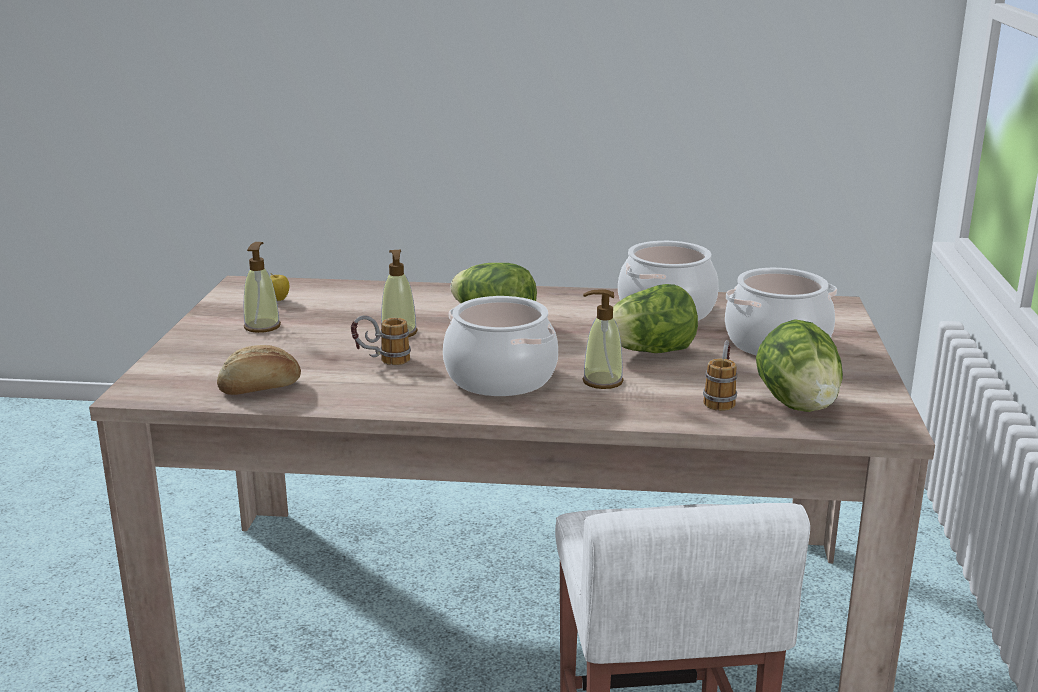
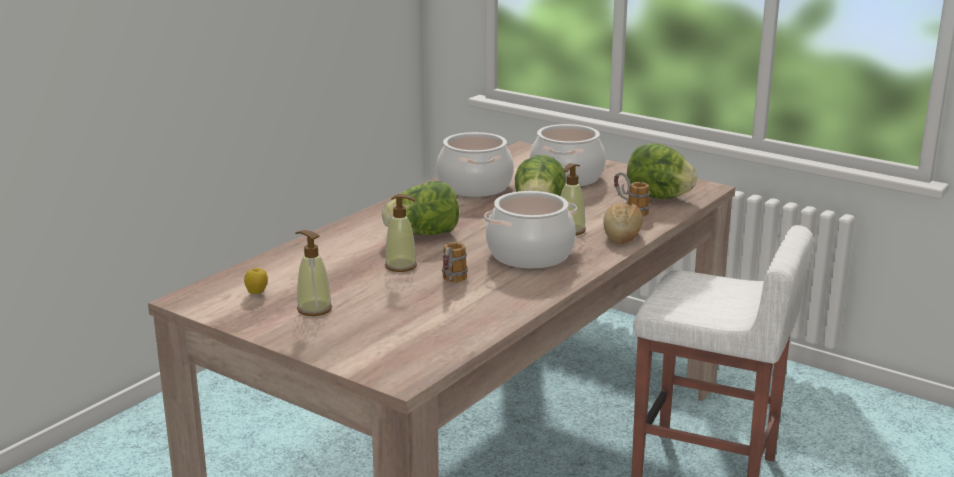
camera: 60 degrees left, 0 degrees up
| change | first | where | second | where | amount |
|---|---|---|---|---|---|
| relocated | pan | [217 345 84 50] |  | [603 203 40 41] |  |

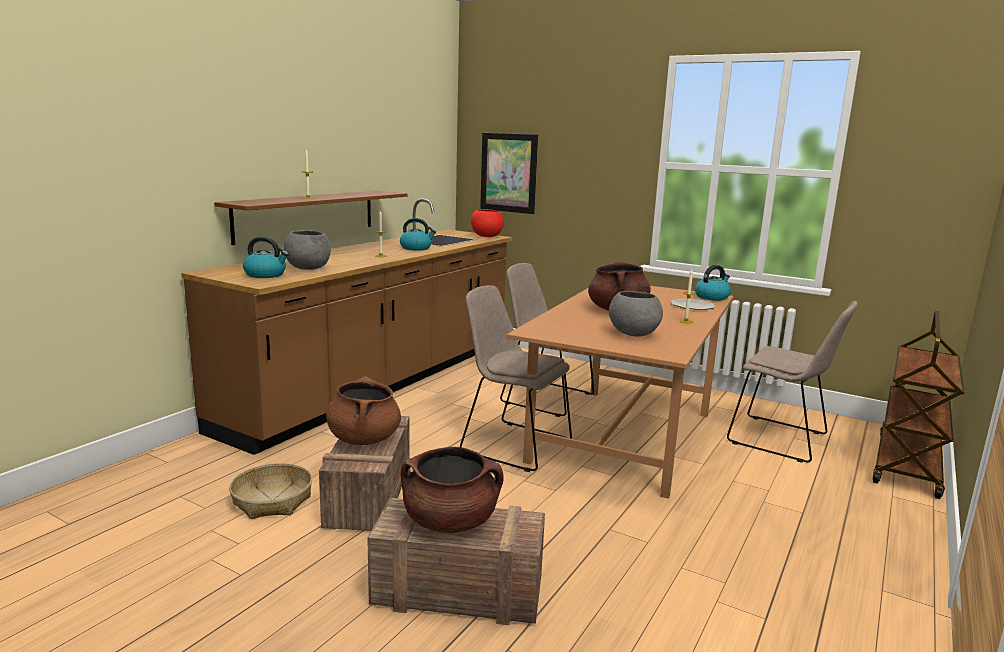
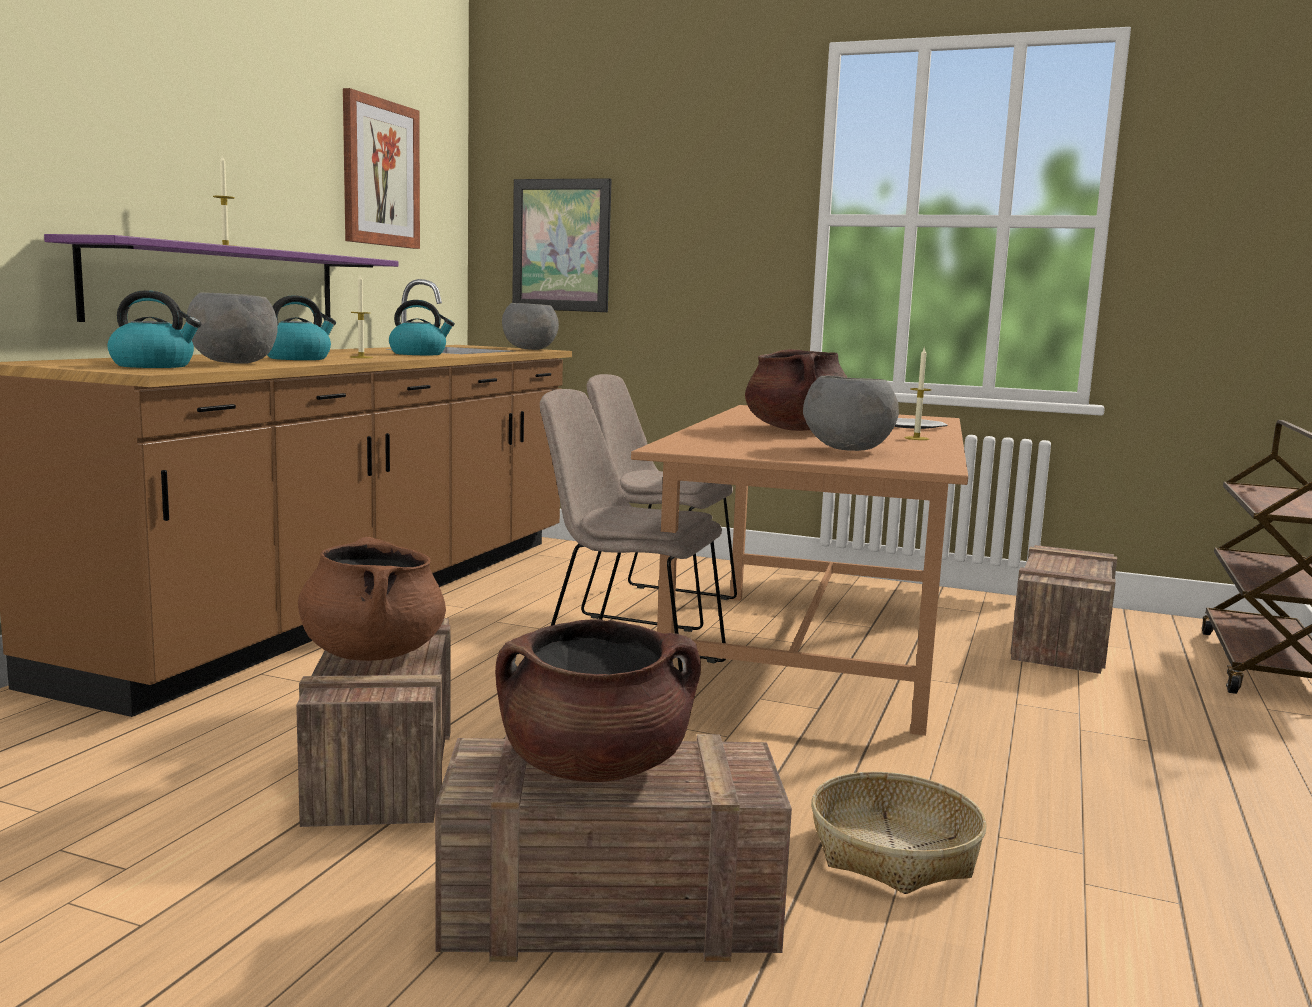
camera: 10 degrees left, 5 degrees down
| change | first | where | second | where | amount |
|---|---|---|---|---|---|
| appeared |  |  | cuadro | [343 88 77 161] |  |
| relocated | cesta | [229 463 83 56] |  | [811 772 176 122] |  |
| relocated | hervidor | [695 265 36 36] |  | [267 295 69 65] |  |
| exchanged | silla [beis] | [727 301 131 162] | caja de embalaje | [1010 545 107 129] |  |
| colour | estante [marrón] | [214 191 194 54] | estante [morado] | [44 234 354 88] |  |
| colour | cuenco [rojo] | [471 209 33 28] | cuenco [gris] | [502 303 57 47] |  |

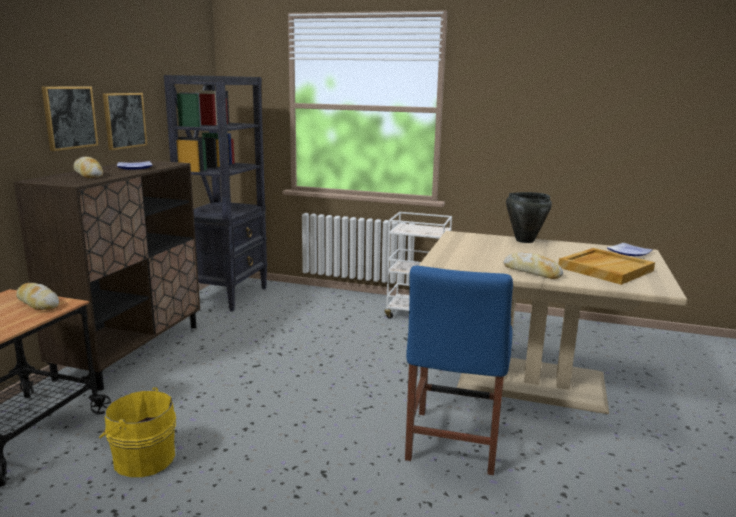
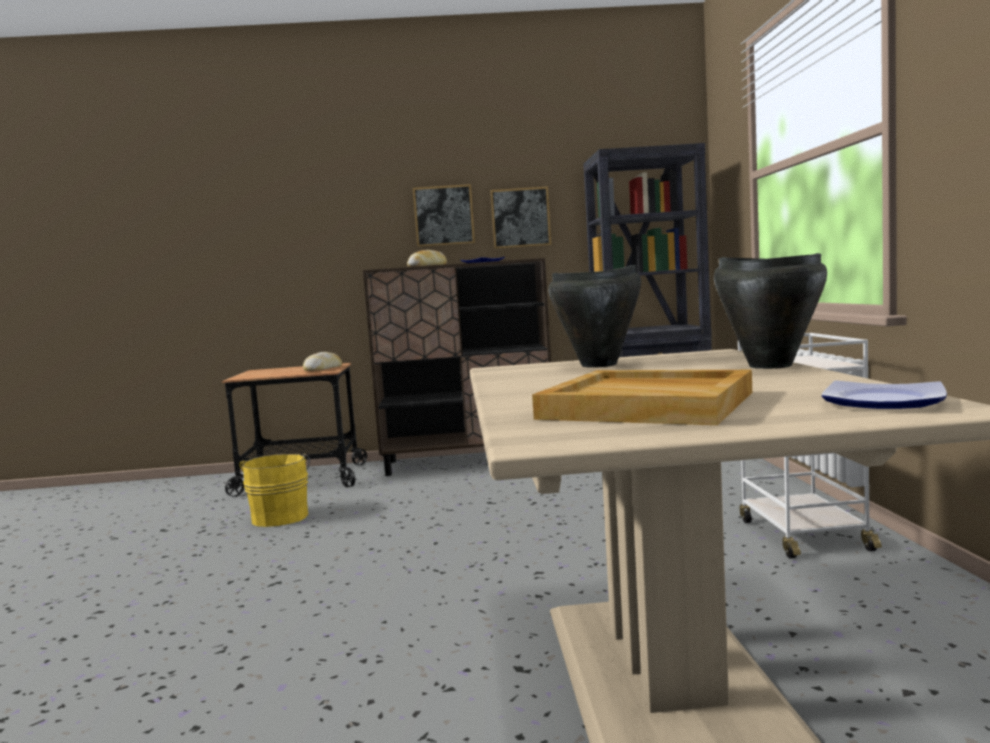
camera: 70 degrees right, 10 degrees down
| change | first | where | second | where | amount |
|---|---|---|---|---|---|
| missing | silla [azul] | [405 266 108 209] |  |  |  |
| missing | pan | [504 252 59 27] |  |  |  |
| appeared |  |  | olla [negro] | [548 265 93 102] |  |

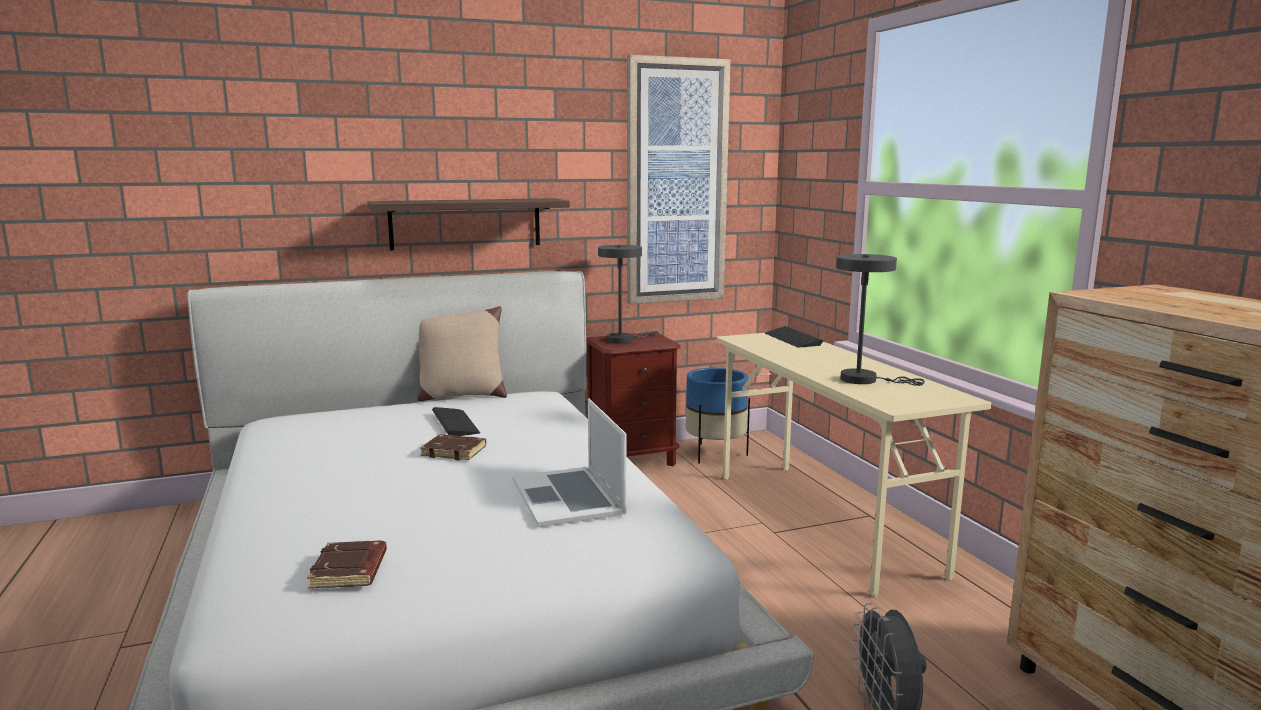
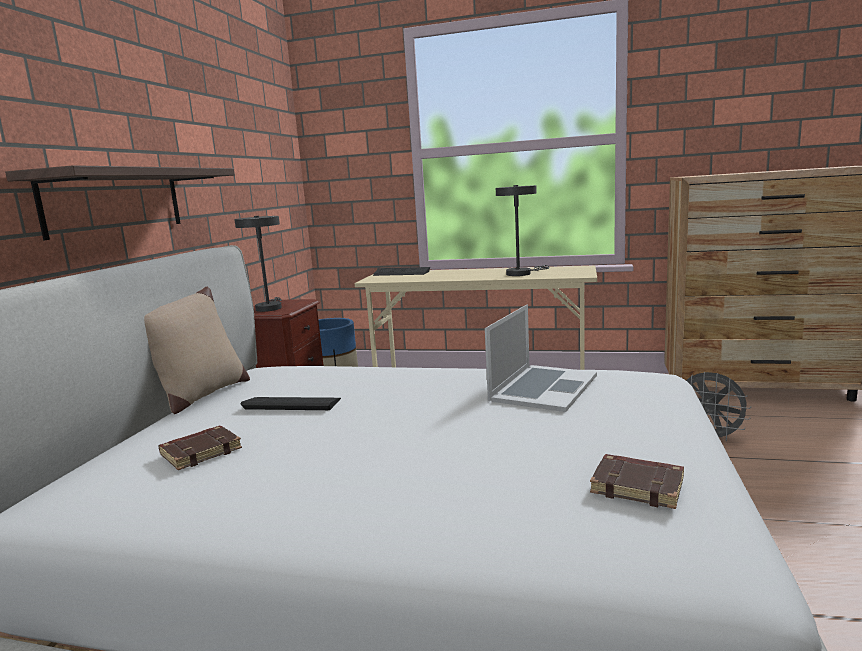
camera: 55 degrees left, 0 degrees up
| change | first | where | second | where | amount |
|---|---|---|---|---|---|
| missing | cuadro | [627 55 104 249] |  |  |  |
| relocated | libro [marrón] | [420 434 66 26] |  | [159 426 83 44] |  |
| spun | portátil | [512 398 115 129] |  | [485 304 112 108] | 75 degrees counterclockwise |

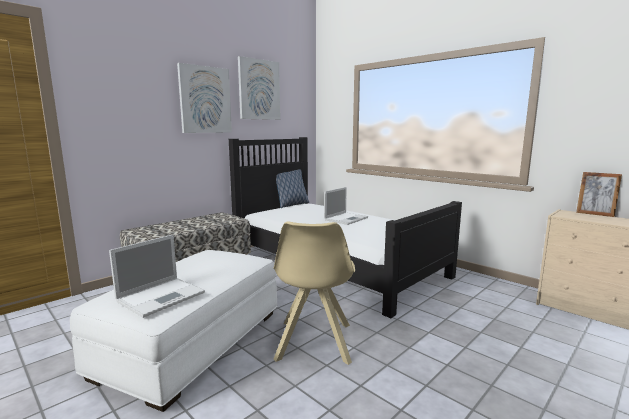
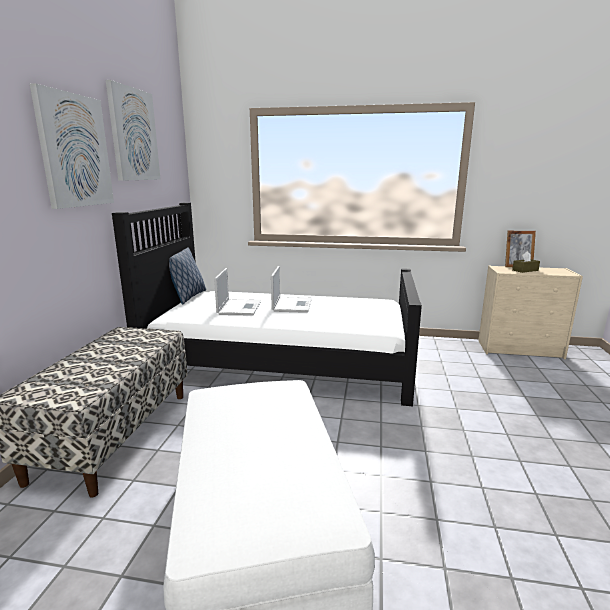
camera: 35 degrees left, 5 degrees up
| change | first | where | second | where | amount |
|---|---|---|---|---|---|
| missing | silla [beis] | [273 222 82 143] |  |  |  |
| appeared |  |  | caja de pañuelos [marrón] | [512 251 28 22] |  |
| relocated | portátil | [109 235 96 83] |  | [214 268 47 48] |  |

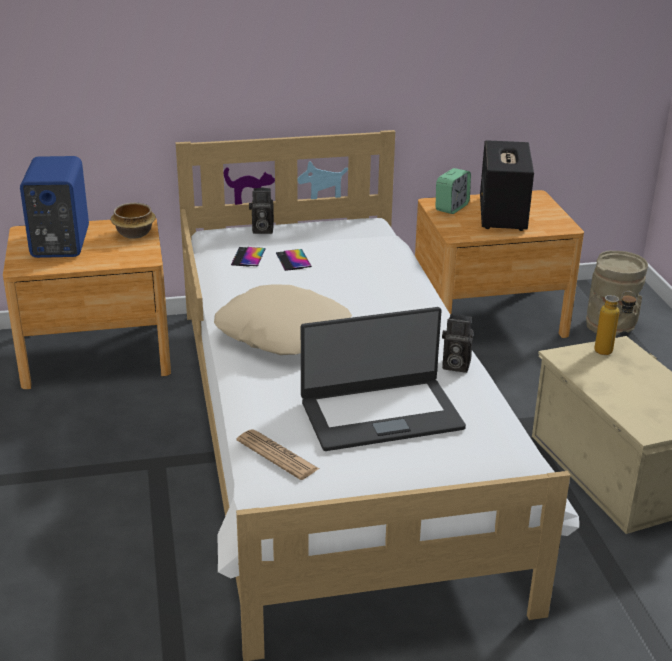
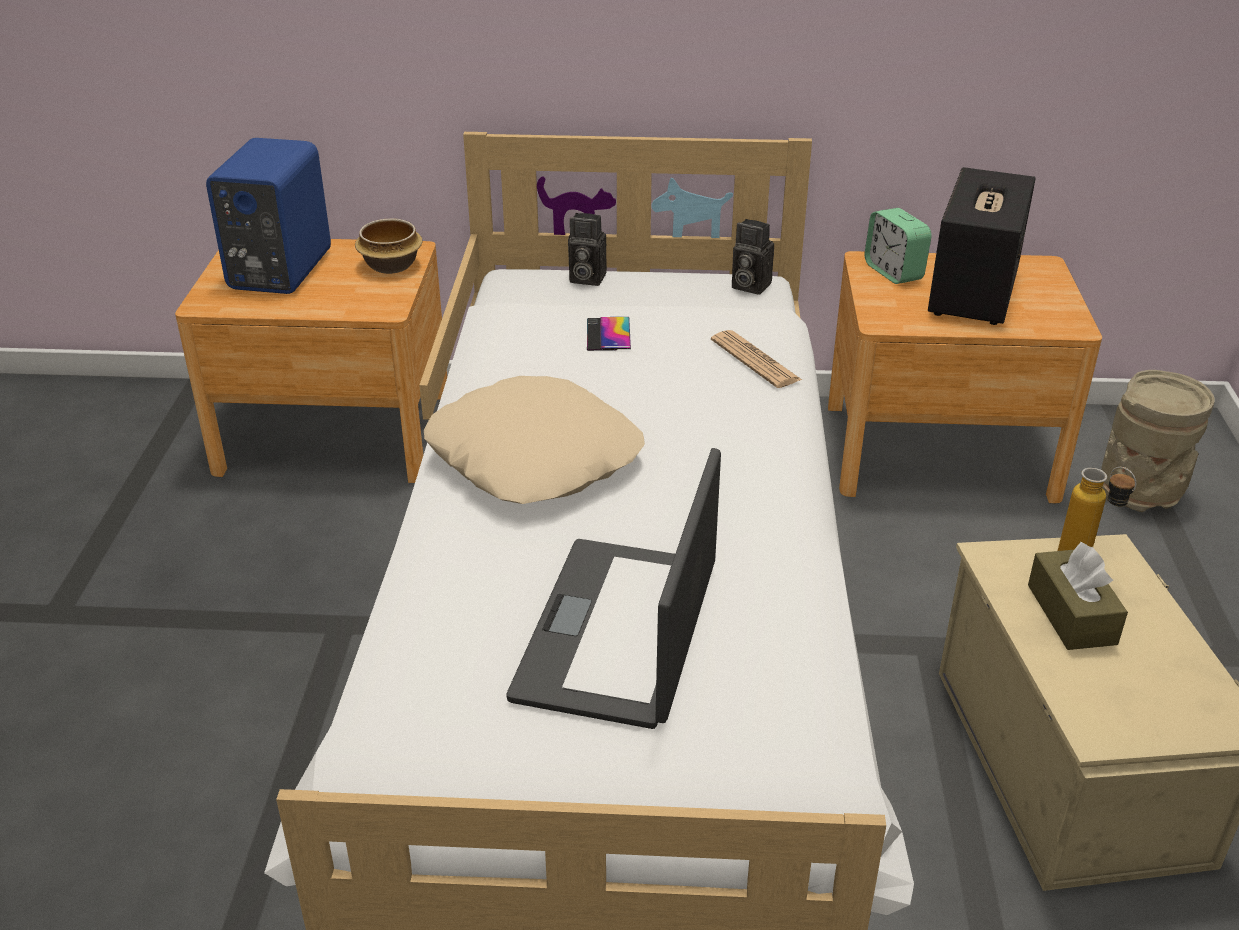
camera: 15 degrees right, 5 degrees up
| change | first | where | second | where | amount |
|---|---|---|---|---|---|
| missing | móvil | [231 247 35 20] |  |  |  |
| appeared |  |  | caja de pañuelos [marrón] | [1028 542 100 108] |  |
| relocated | periódico | [237 429 82 51] |  | [711 330 91 58] |  |
| relocated | cámara | [442 314 31 59] |  | [732 219 42 76] |  |
| spun | portátil | [301 307 165 144] |  | [506 448 215 281] | 105 degrees clockwise |
| spun | despertador | [436 168 35 46] |  | [864 208 68 76] | 105 degrees clockwise |

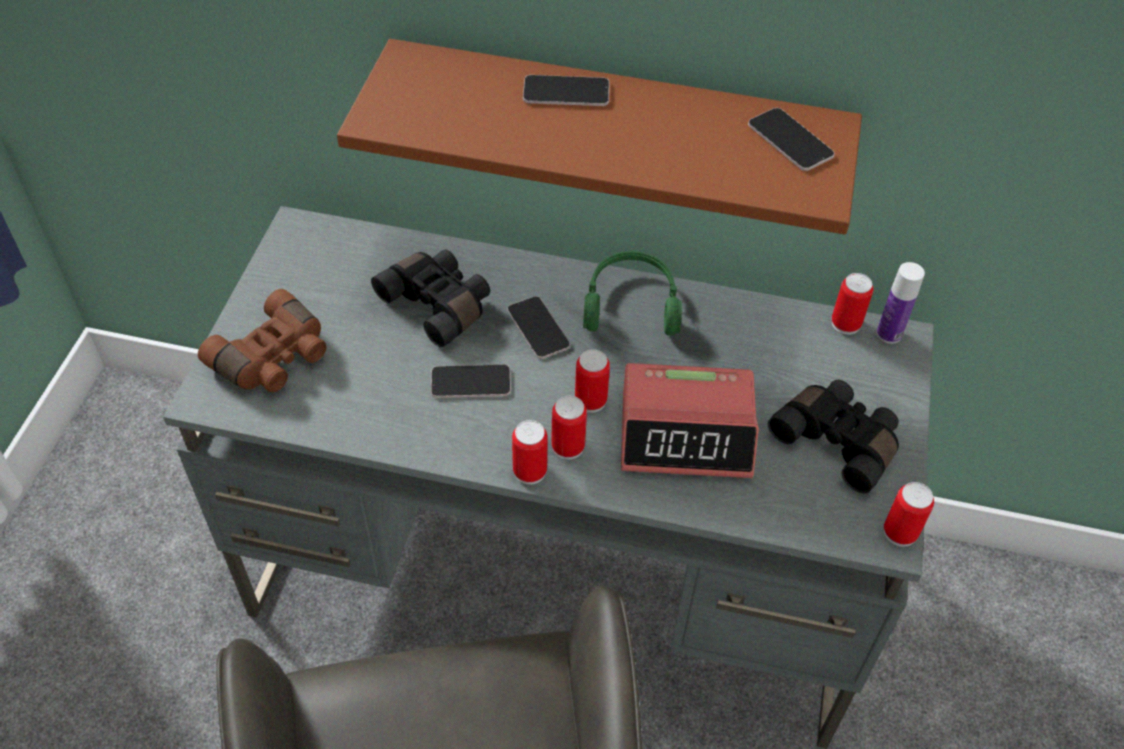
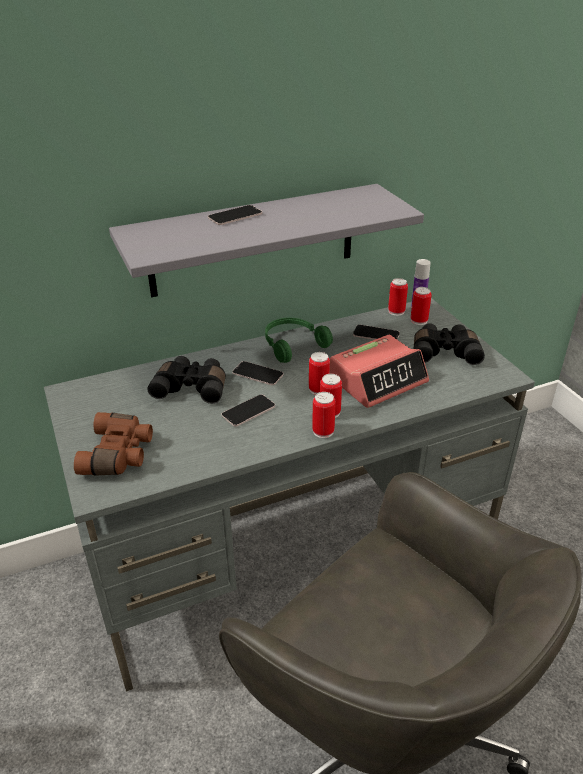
camera: 35 degrees left, 15 degrees down
| change | first | where | second | where | amount |
|---|---|---|---|---|---|
| relocated | móvil | [748 108 87 63] |  | [353 325 47 15] |  |
| relocated | lata | [884 482 50 65] |  | [411 287 21 38] |  |
| colour | estante [marrón] | [337 39 525 196] | estante [gris] | [109 184 315 113] |  |

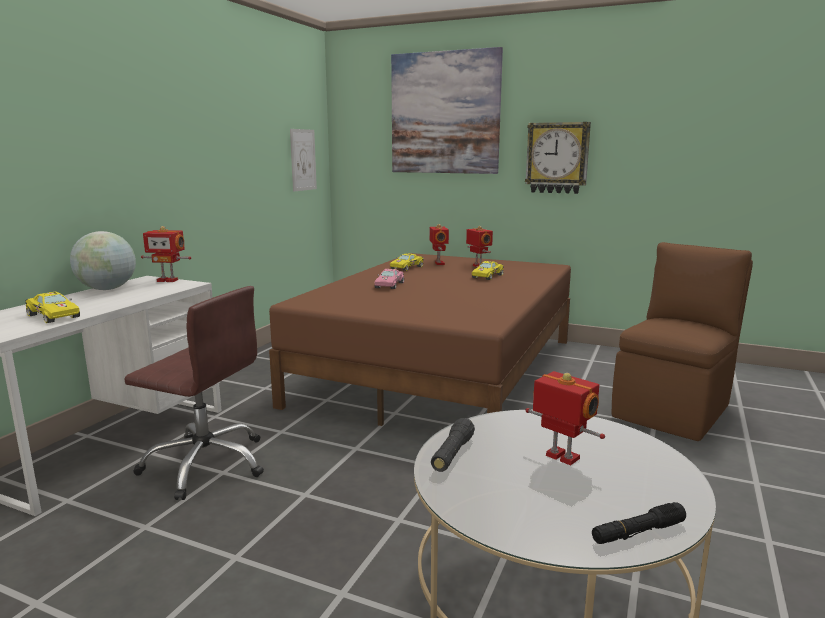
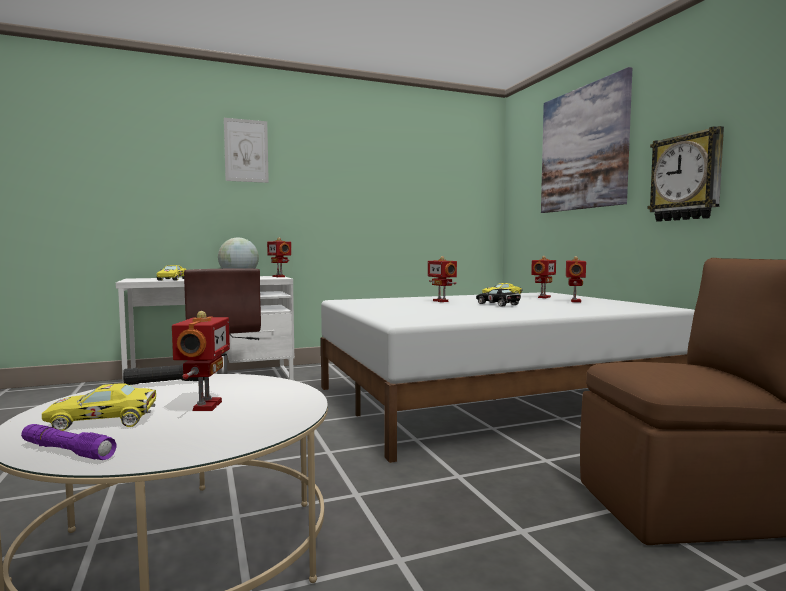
camera: 45 degrees right, 10 degrees down
| change | first | where | second | where | amount |
|---|---|---|---|---|---|
| appeared |  |  | coche de juguete [negro] | [476 289 45 18] |  |
| relocated | cuadro | [290 129 27 63] |  | [224 118 45 65] |  |
| relocated | coche de juguete [amarillo] | [472 261 32 19] |  | [42 384 114 47] |  |
| exchanged | coche de juguete [rosa] | [375 269 29 20] | robot de juguete | [428 256 29 46] |  |
| colour | cama [marrón] | [269 253 302 173] | cama [blanco] | [321 292 374 171] |  |
| colour | linterna [negro] | [592 502 94 42] | linterna [morado] | [21 424 96 36] |  |

